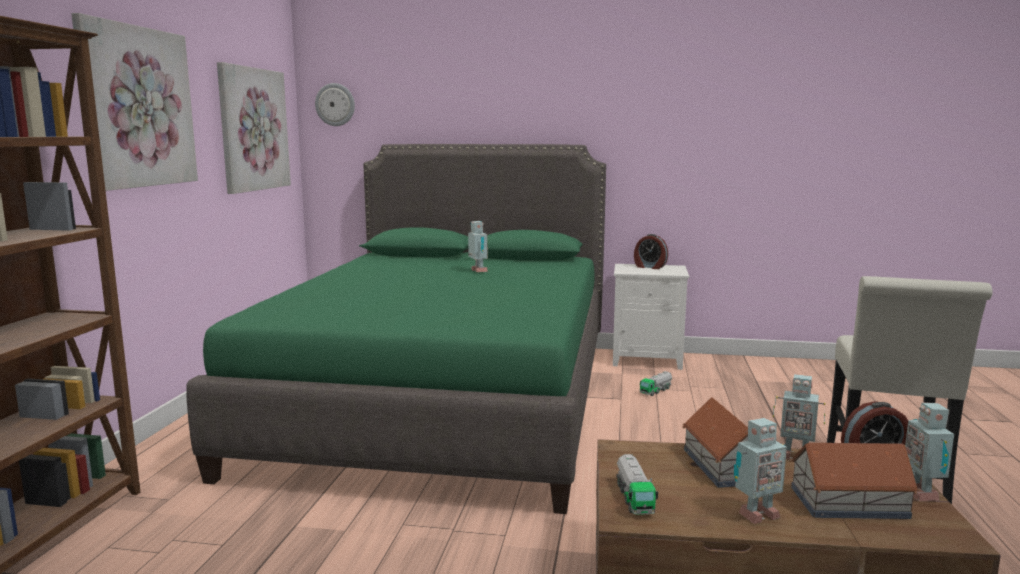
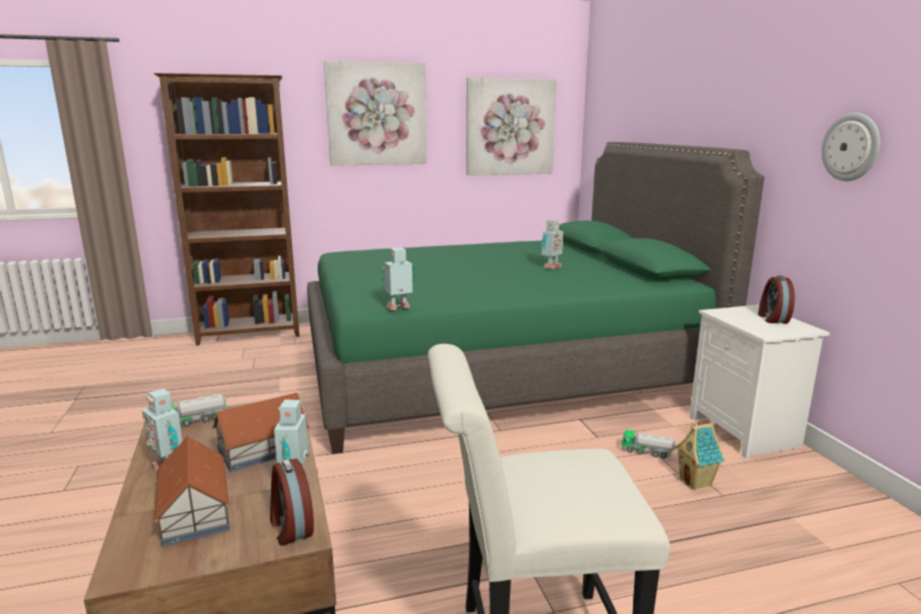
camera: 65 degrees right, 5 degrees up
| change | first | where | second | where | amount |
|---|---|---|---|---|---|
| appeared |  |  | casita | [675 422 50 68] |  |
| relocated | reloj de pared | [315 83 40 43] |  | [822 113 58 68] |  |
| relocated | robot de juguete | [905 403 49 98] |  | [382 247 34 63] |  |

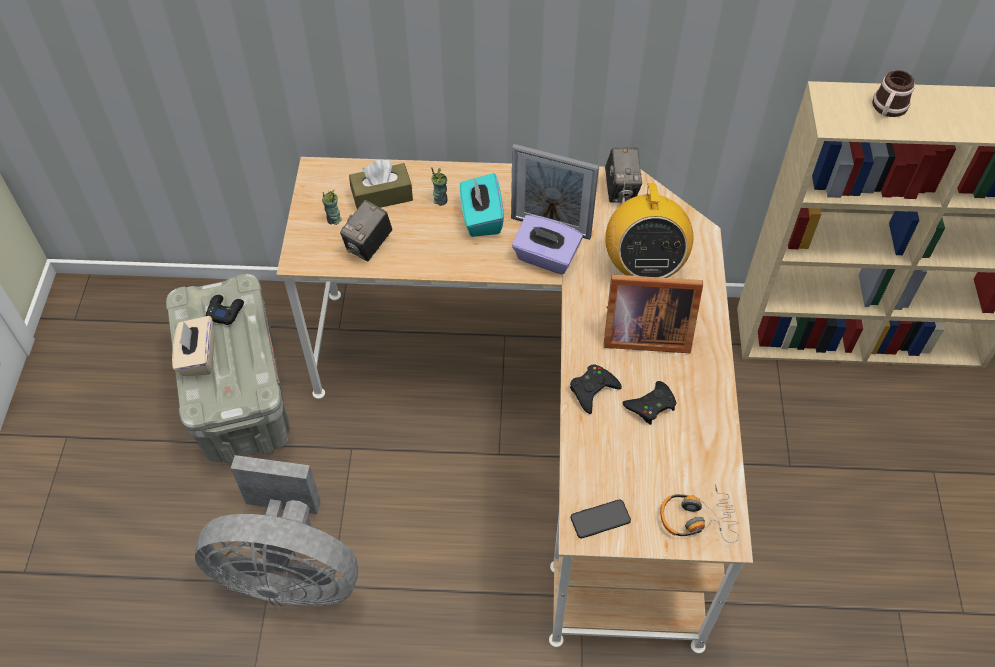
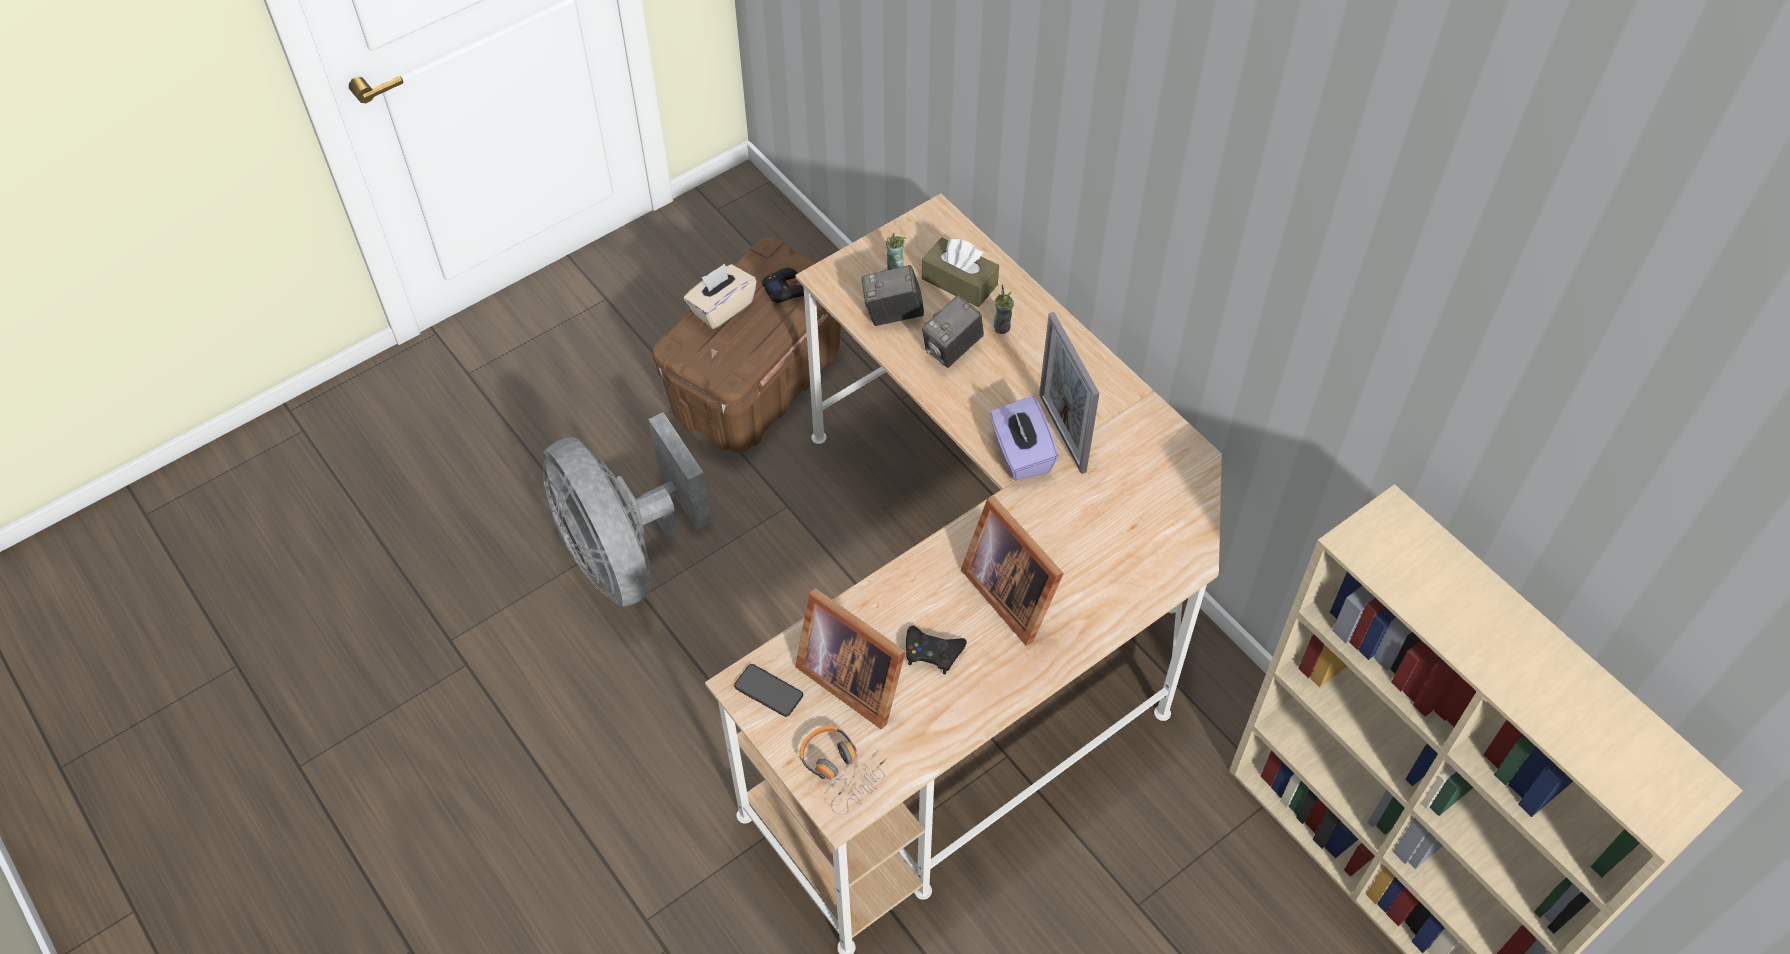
camera: 50 degrees right, 0 degrees up
| change | first | where | second | where | amount |
|---|---|---|---|---|---|
| missing | caja de pañuelos [turquesa] | [460 173 44 64] |  |  |  |
| missing | mando de consola [negro] | [570 364 52 50] |  |  |  |
| missing | radio | [605 181 88 97] |  |  |  |
| missing | taza grande | [872 70 43 47] |  |  |  |
| appeared |  |  | portarretratos | [795 588 111 141] |  |
| relocated | cámara | [605 148 37 55] |  | [922 295 62 73] |  |
| colour | caja de almacenaje [gris] | [166 274 124 190] | caja de almacenaje [marrón] | [652 238 189 215] |  |

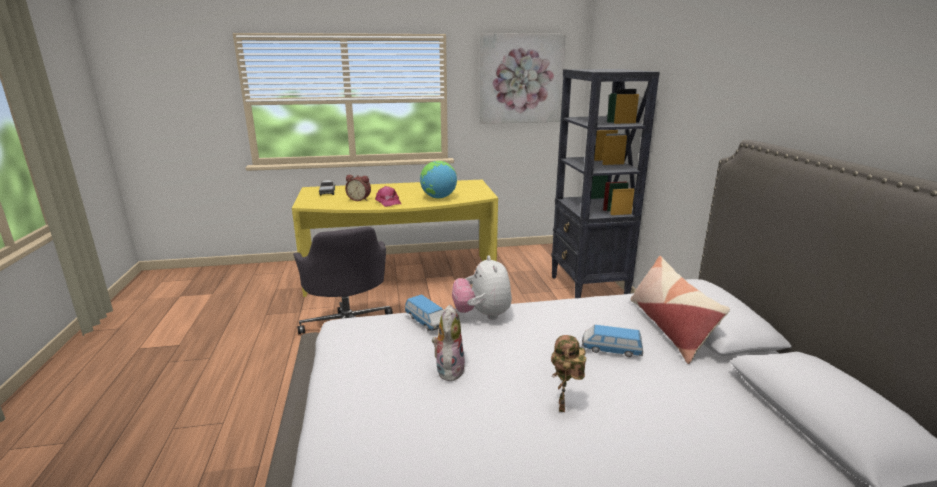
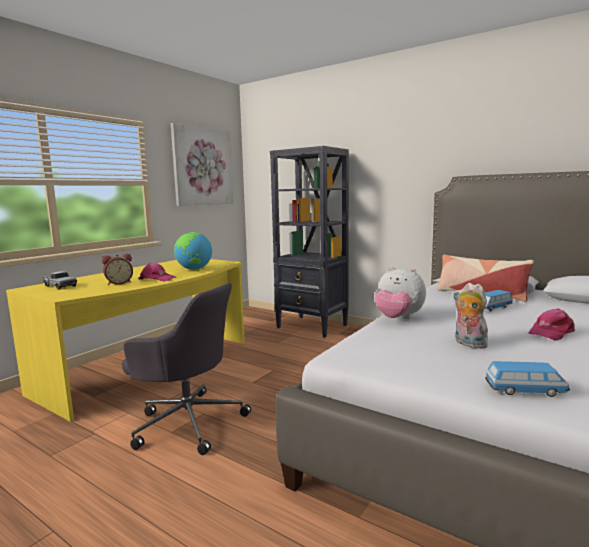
camera: 45 degrees left, 10 degrees down
| change | first | where | second | where | amount |
|---|---|---|---|---|---|
| relocated | coche de juguete | [405 295 39 36] |  | [485 361 85 36] |  |
| exchanged | robot de juguete | [551 335 35 77] | gorra [rosa] | [529 309 46 31] |  |

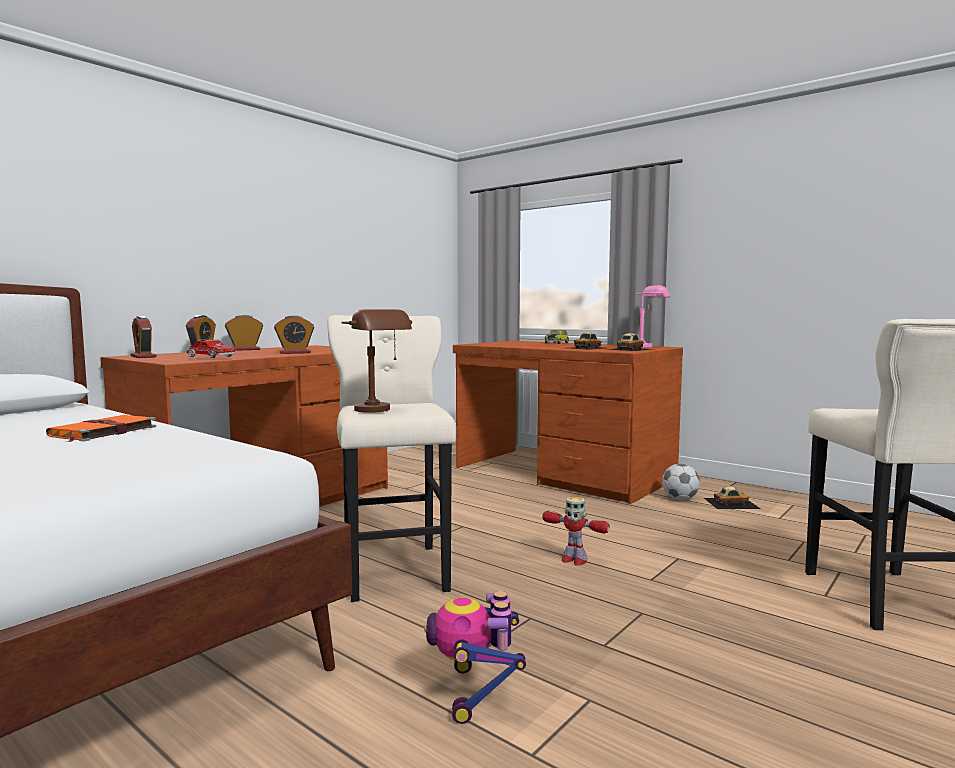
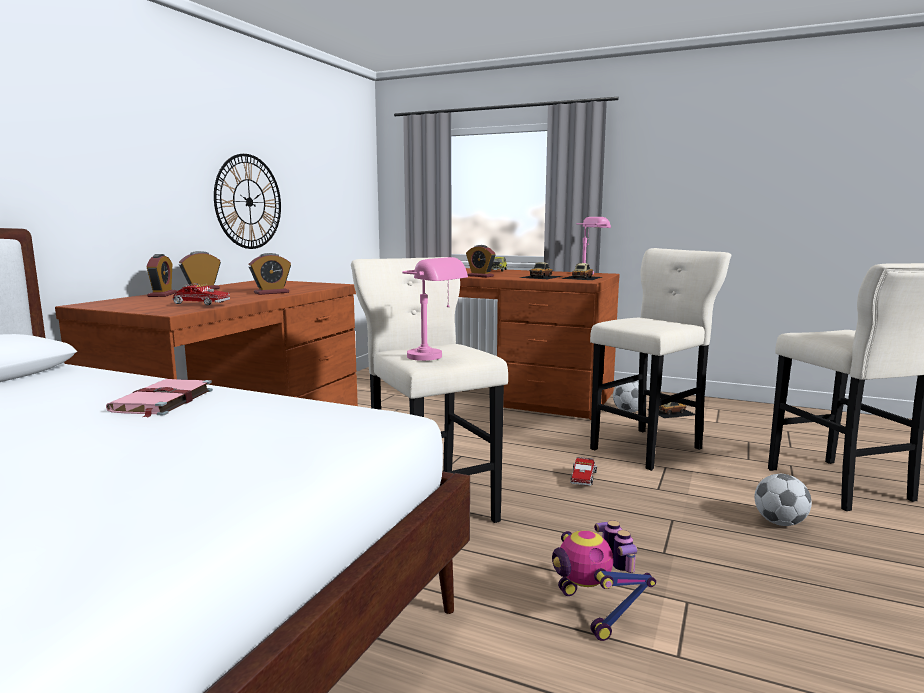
camera: 15 degrees left, 5 degrees up
| change | first | where | second | where | amount |
|---|---|---|---|---|---|
| appeared |  |  | reloj de pared | [214 154 67 95] |  |
| appeared |  |  | taburete [beis] | [590 248 141 223] |  |
| appeared |  |  | balón de fútbol | [754 474 58 52] |  |
| relocated | despertador | [131 316 26 42] |  | [466 245 30 32] |  |
| exchanged | robot de juguete | [542 497 68 69] | camión de juguete | [570 457 27 29] |  |
| colour | libro [naranja] | [46 415 110 27] | libro [rosa] | [106 379 107 39] |  |
| colour | lámpara de mesa [marrón] | [341 309 71 104] | lámpara de mesa [rosa] | [402 257 66 104] |  |

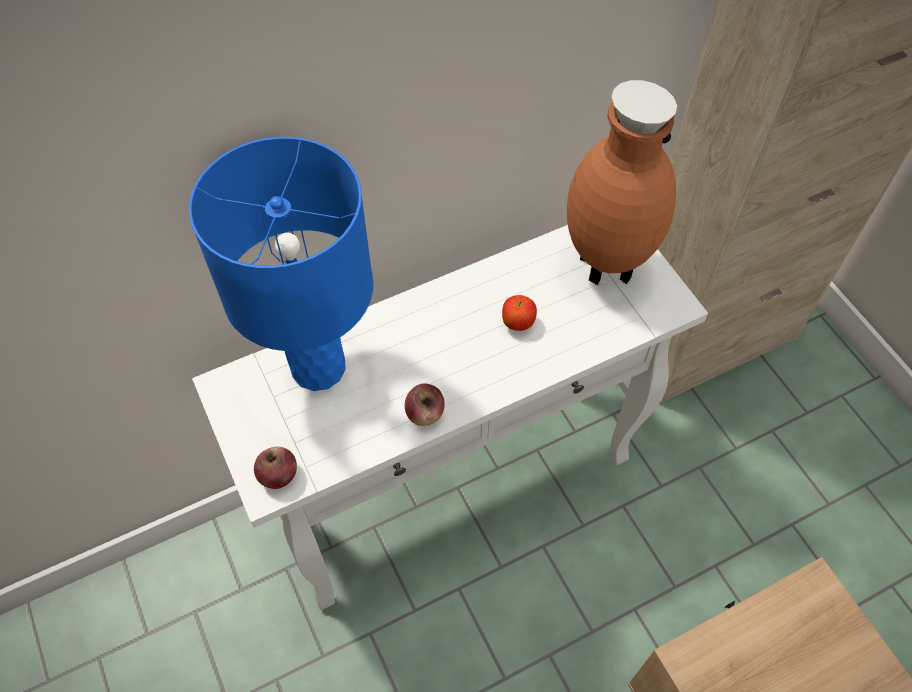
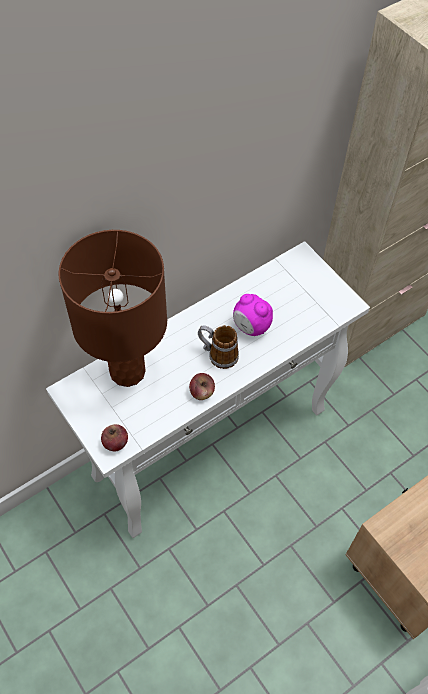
camera: 10 degrees left, 0 degrees up
| change | first | where | second | where | amount |
|---|---|---|---|---|---|
| missing | florero [marrón] | [567 80 110 205] |  |  |  |
| appeared |  |  | taza grande | [198 325 41 44] |  |
| exchanged | manzana | [502 295 35 36] | despertador | [233 294 40 42] |  |
| colour | lámpara de mesa [azul] | [189 137 184 254] | lámpara de mesa [marrón] | [58 230 109 157] |  |

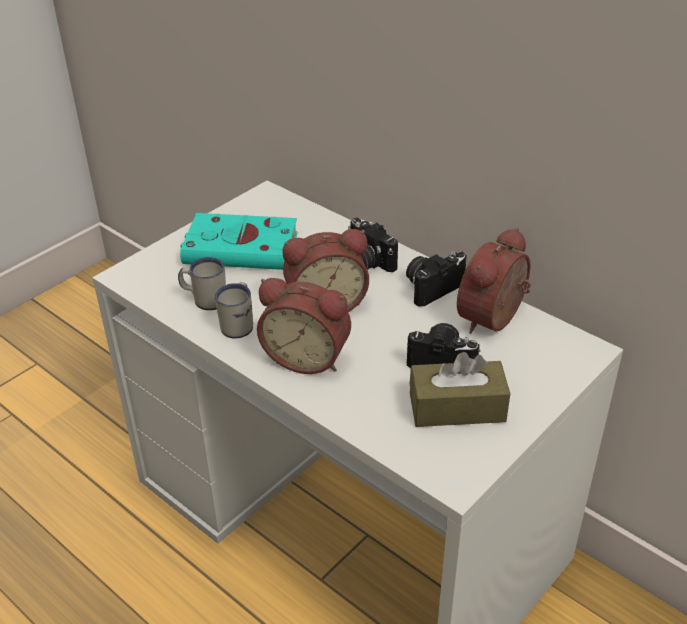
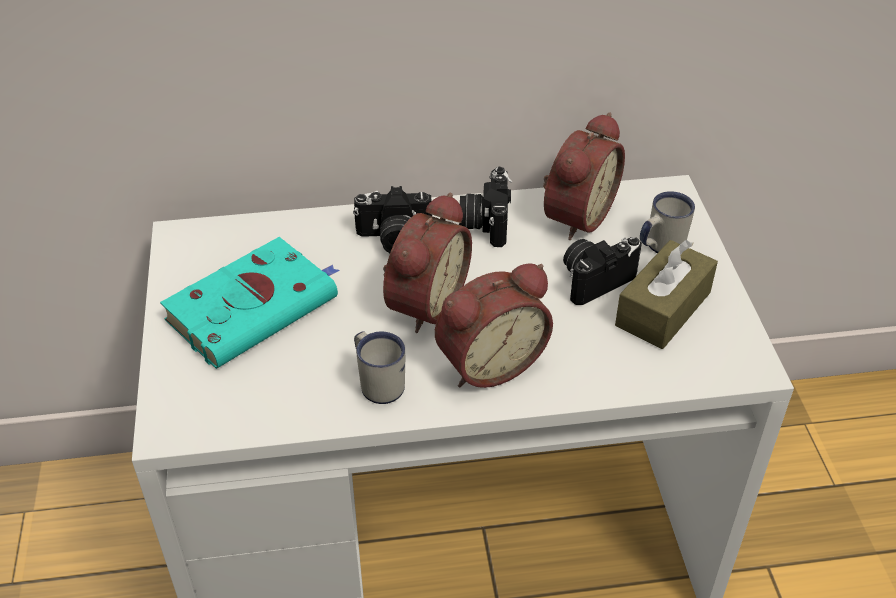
camera: 50 degrees left, 5 degrees up
| change | first | where | second | where | amount |
|---|---|---|---|---|---|
| relocated | taza grande [blanco] | [178 257 48 53] |  | [640 191 55 62] |  |
| spun | despertador | [457 227 74 107] |  | [543 112 82 128] | 135 degrees counterclockwise |

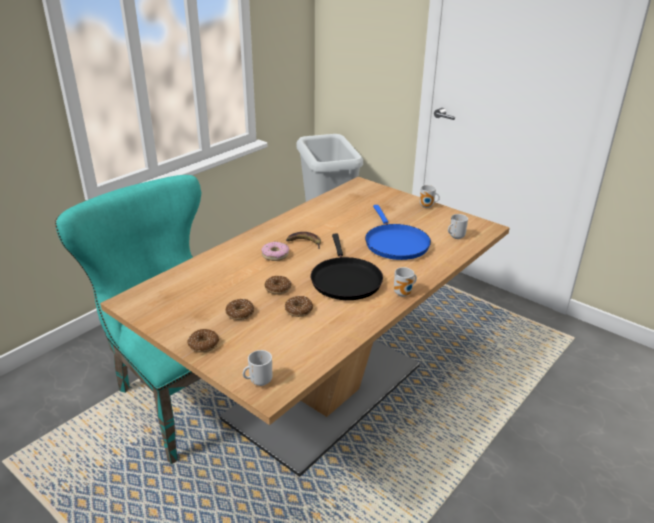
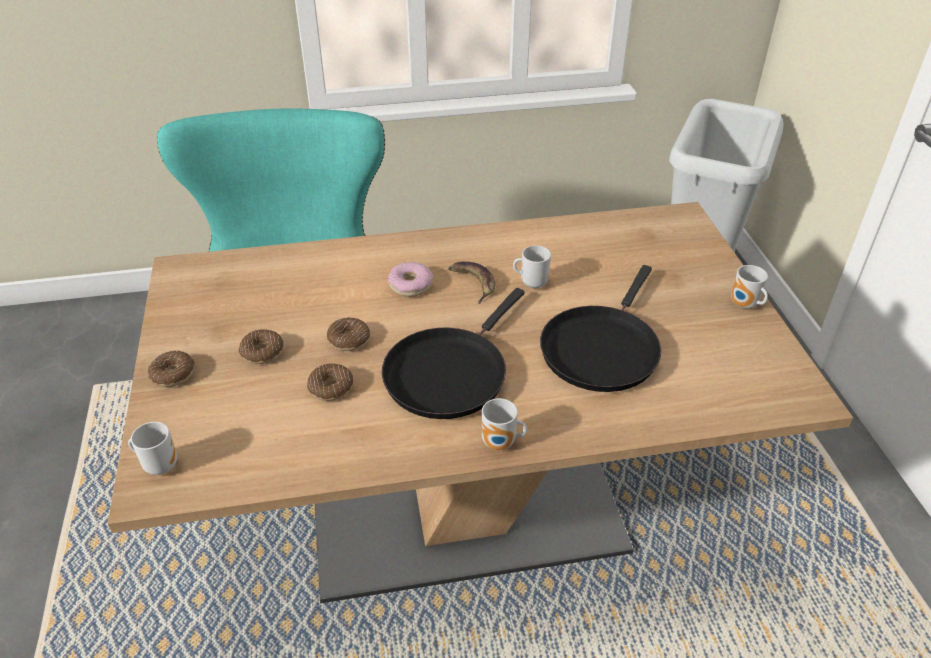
camera: 40 degrees right, 10 degrees up
| change | first | where | second | where | amount |
|---|---|---|---|---|---|
| relocated | taza grande | [448 214 20 25] |  | [513 245 38 43] |  |
| colour | sartén [azul] | [365 205 66 55] | sartén [negro] | [540 265 121 127] |  |

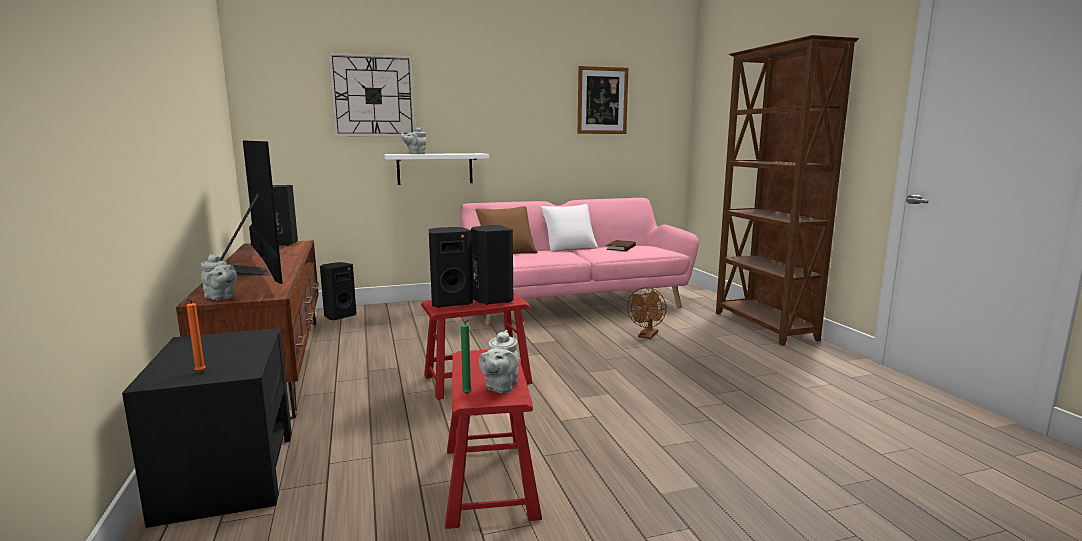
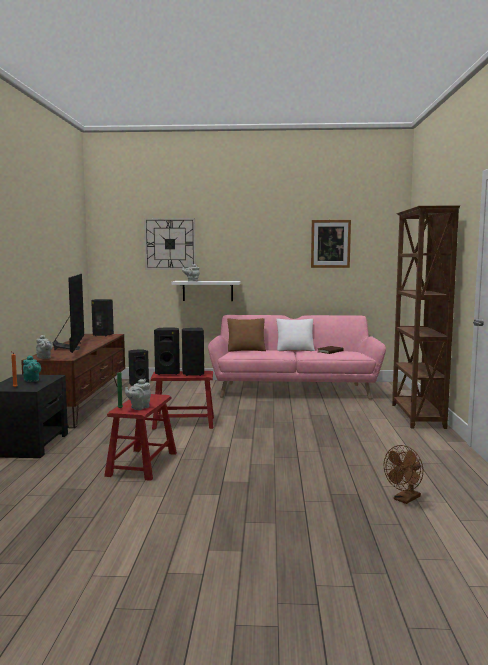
camera: 20 degrees right, 5 degrees down
| change | first | where | second | where | amount |
|---|---|---|---|---|---|
| appeared |  |  | tetera [turquesa] | [23 356 18 26] |  |
| relocated | ventilador [marrón] | [627 287 39 52] |  | [384 445 39 59] |  |

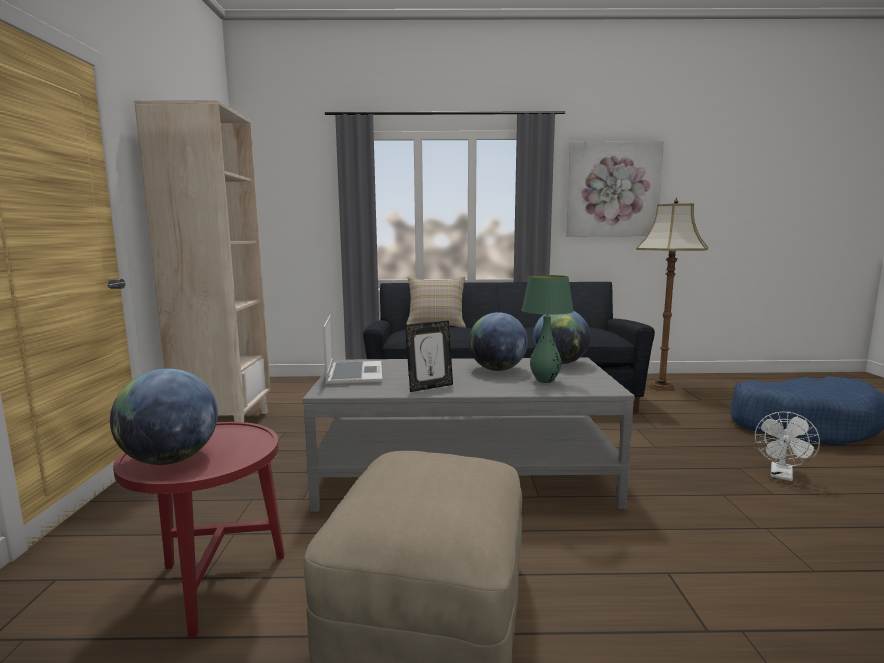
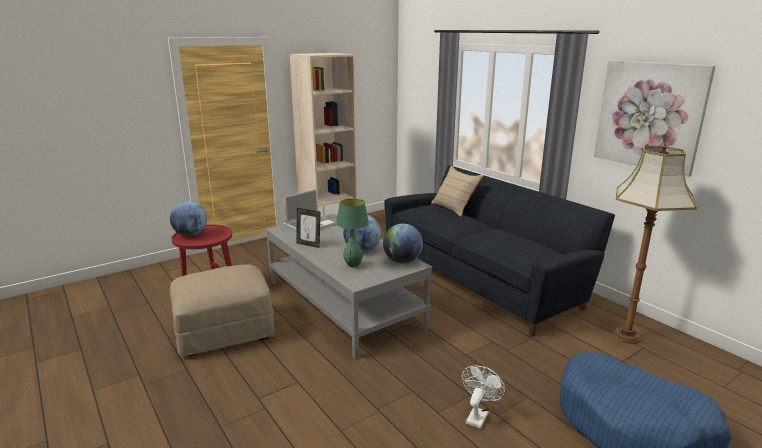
camera: 55 degrees right, 10 degrees up
| change | first | where | second | where | amount |
|---|---|---|---|---|---|
| spun | ventilador [blanco] | [755 412 65 69] |  | [462 366 44 63] | 120 degrees clockwise |

